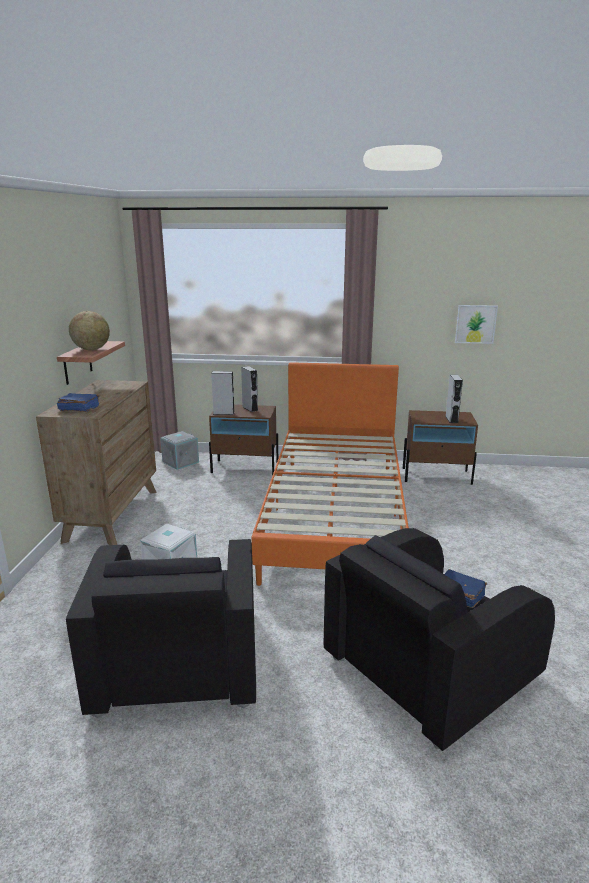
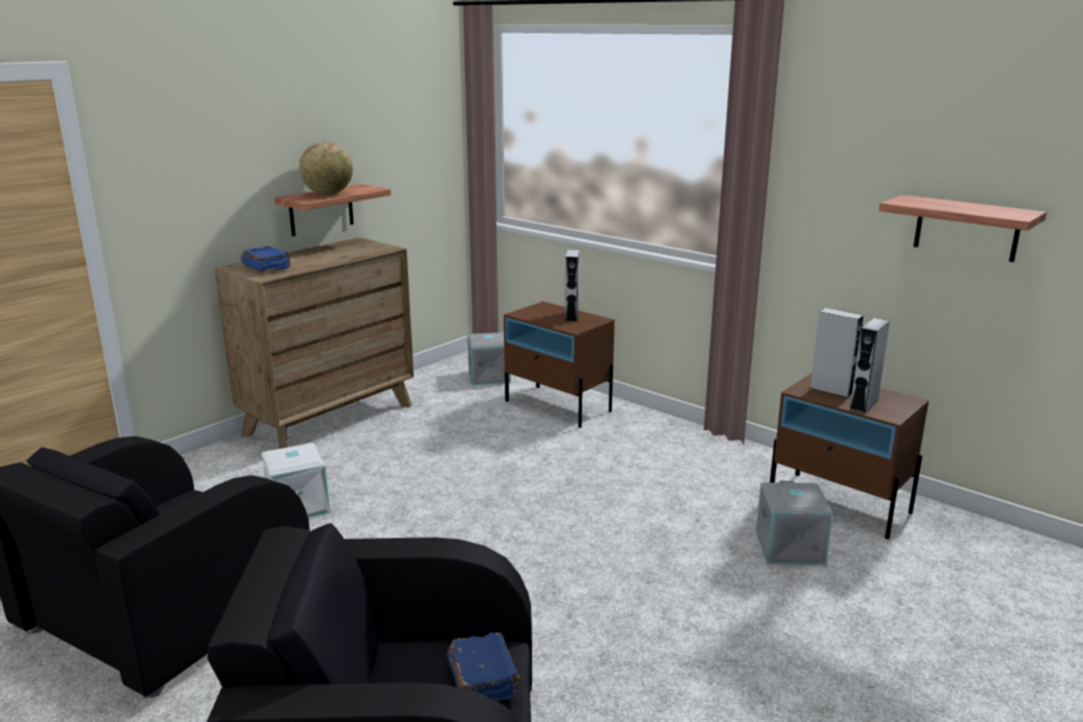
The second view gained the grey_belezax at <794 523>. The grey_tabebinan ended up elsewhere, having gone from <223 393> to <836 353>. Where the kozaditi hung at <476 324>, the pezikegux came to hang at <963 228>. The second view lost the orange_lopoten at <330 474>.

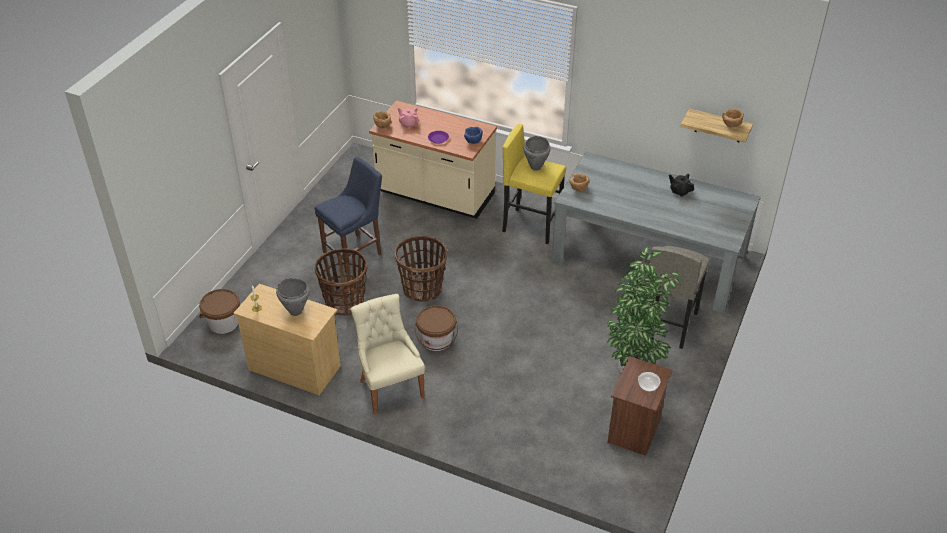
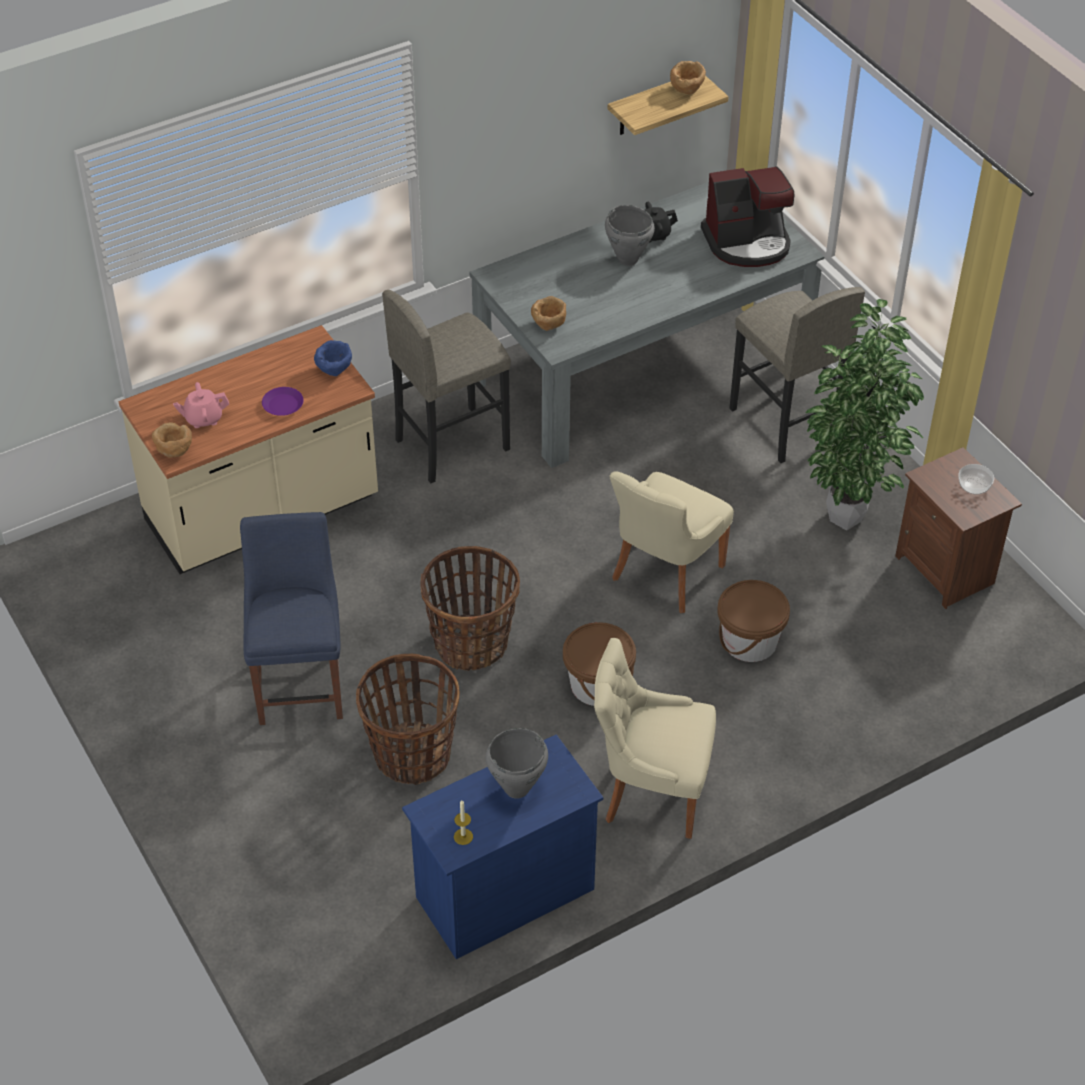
What was the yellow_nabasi at <534 184> turned into the grey_nabasi at <446 386>. What was the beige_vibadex at <287 339> turned into the blue_vibadex at <502 846>. The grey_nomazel ended up elsewhere, having gone from <537 153> to <630 235>. The second view gained the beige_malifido at <671 542>. The second view gained the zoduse at <747 216>. The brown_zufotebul ended up elsewhere, having gone from <219 311> to <753 621>.

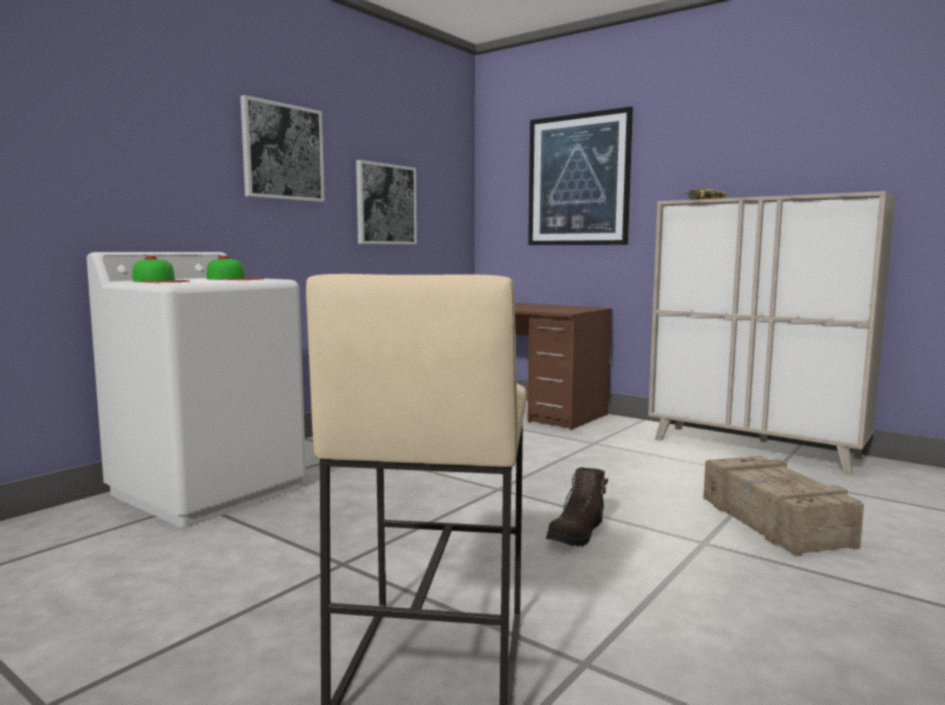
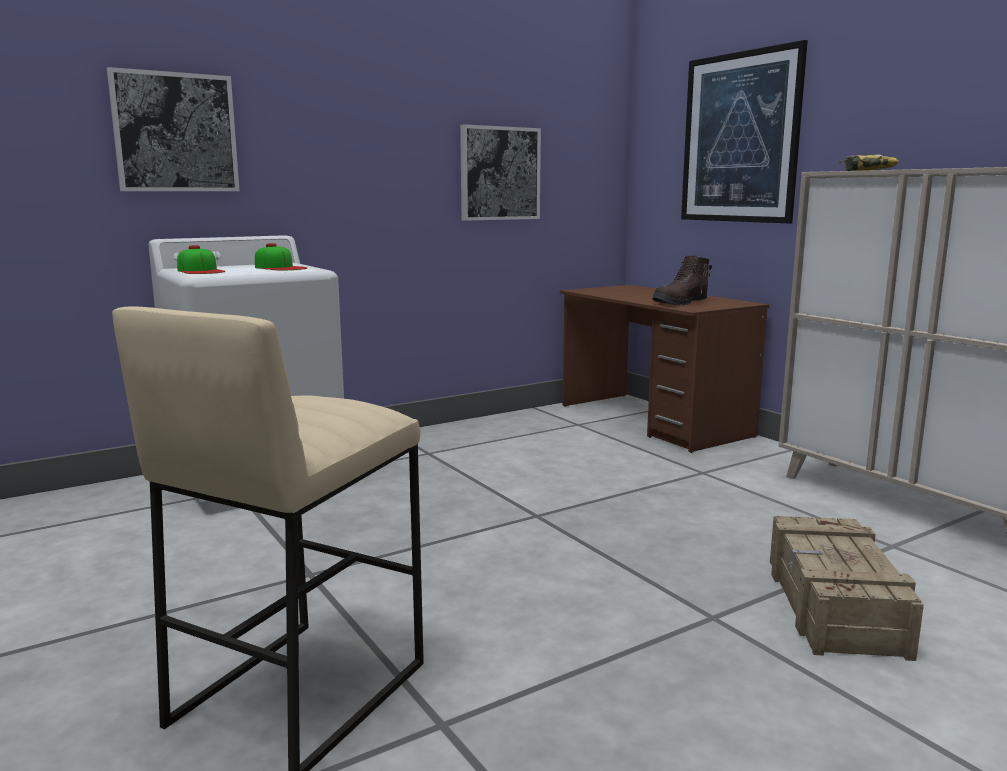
The kozaditi ended up elsewhere, having gone from <282 148> to <173 129>. The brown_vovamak ended up elsewhere, having gone from <577 507> to <682 280>.

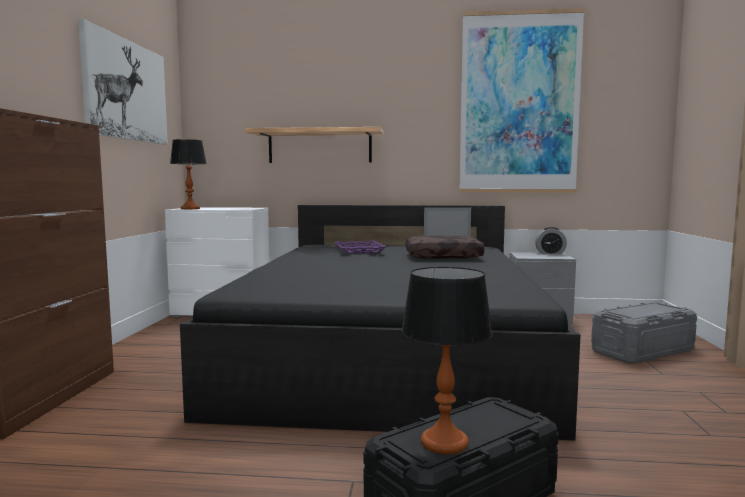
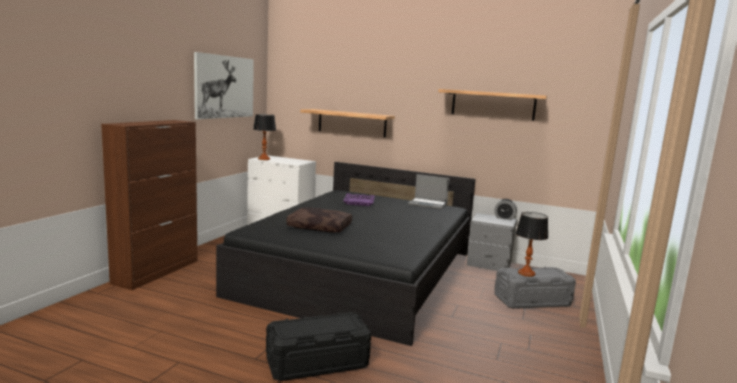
The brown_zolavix ended up elsewhere, having gone from <445 247> to <319 220>. Where the kozaditi hung at <522 100>, the pezikegux came to hang at <492 104>. The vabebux ended up elsewhere, having gone from <447 360> to <532 244>.

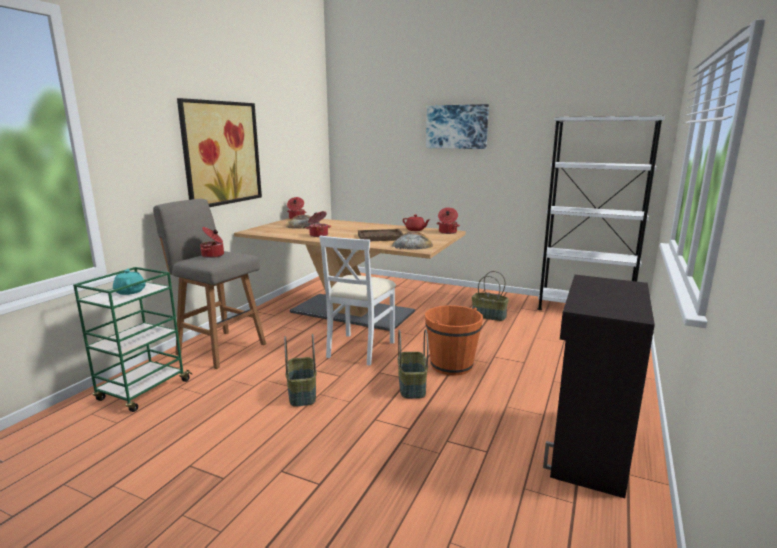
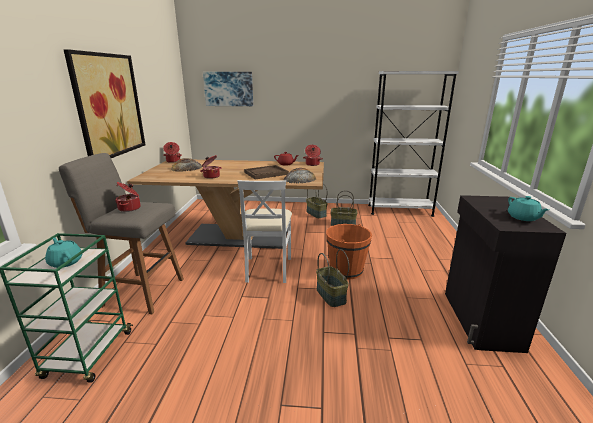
The kozaditi ended up elsewhere, having gone from <457 126> to <228 89>. The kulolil ended up elsewhere, having gone from <300 370> to <317 201>. The second view gained the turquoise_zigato at <528 208>.

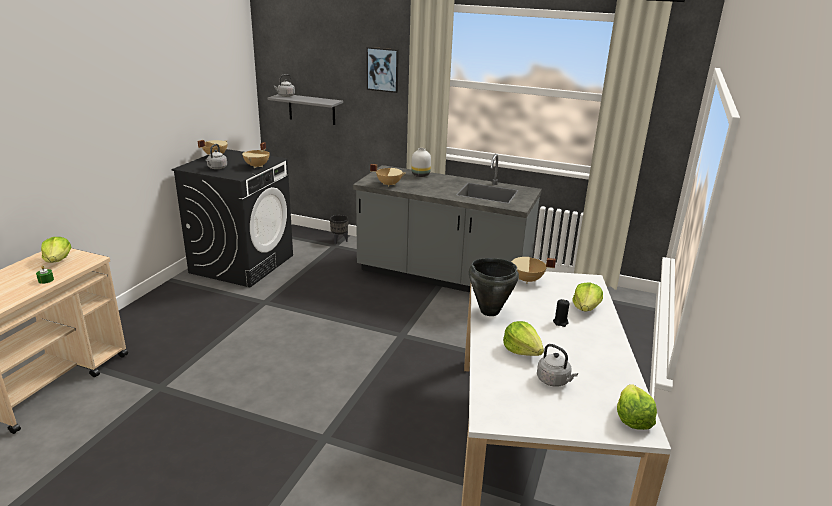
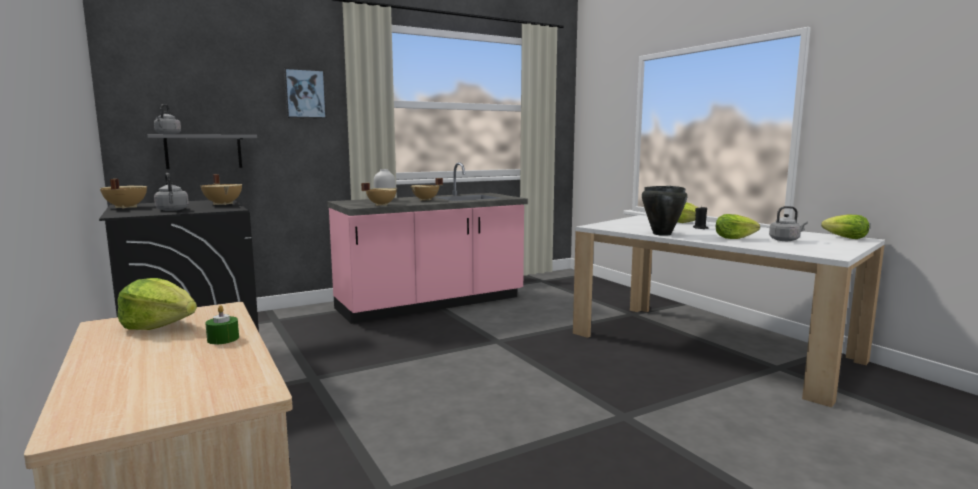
What was the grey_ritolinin at <447 223> turned into the pink_ritolinin at <427 243>. The beige_nomazel ended up elsewhere, having gone from <533 270> to <427 189>. The second view lost the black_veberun at <339 229>.

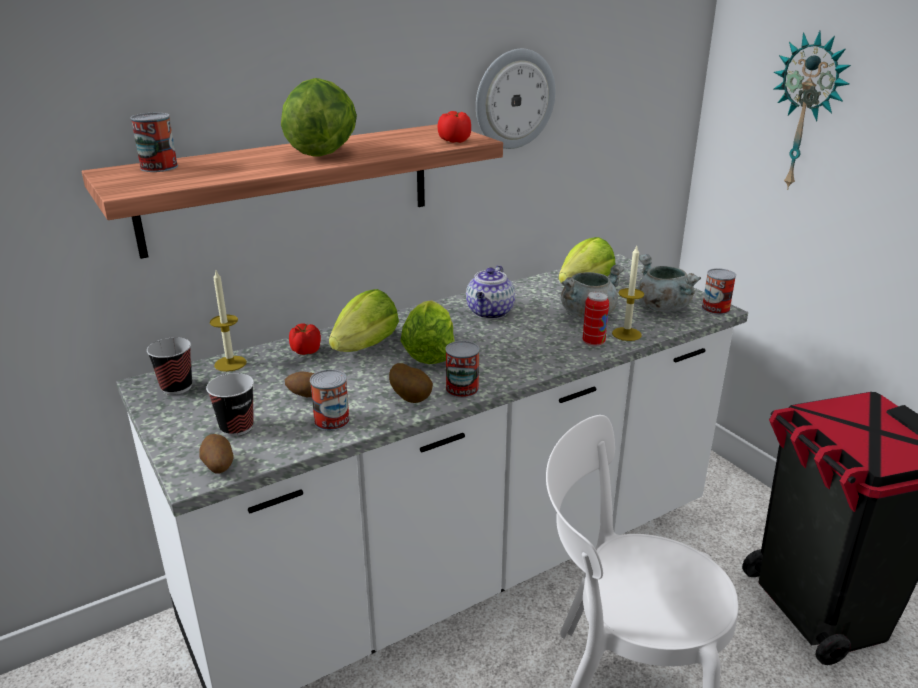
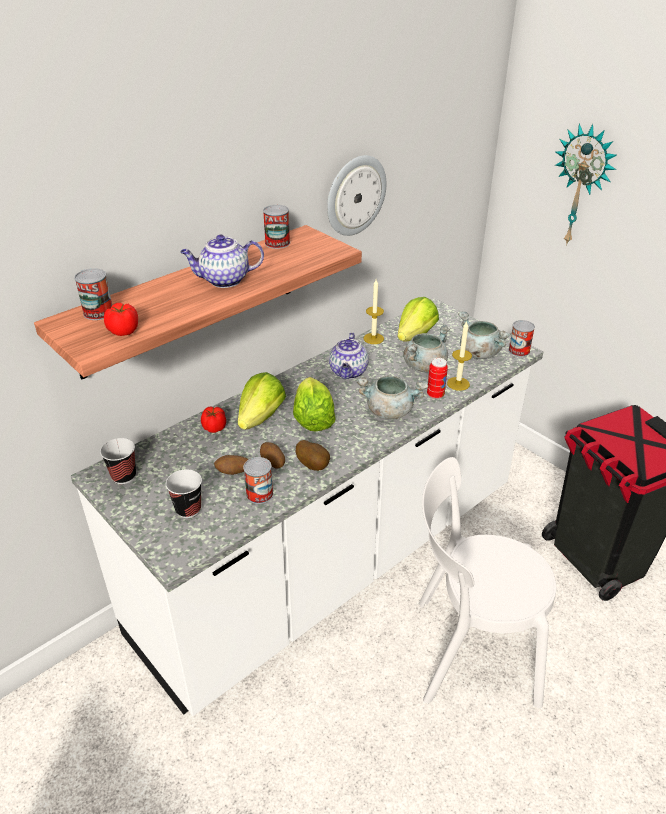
The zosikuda ended up elsewhere, having gone from <454 127> to <121 319>. Where the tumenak stood at <319 117>, the zigato came to stand at <222 261>. The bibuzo ended up elsewhere, having gone from <216 453> to <272 455>. The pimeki ended up elsewhere, having gone from <462 369> to <276 227>. The second view gained the grey_nomazel at <392 397>. The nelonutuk ended up elsewhere, having gone from <228 321> to <374 311>.

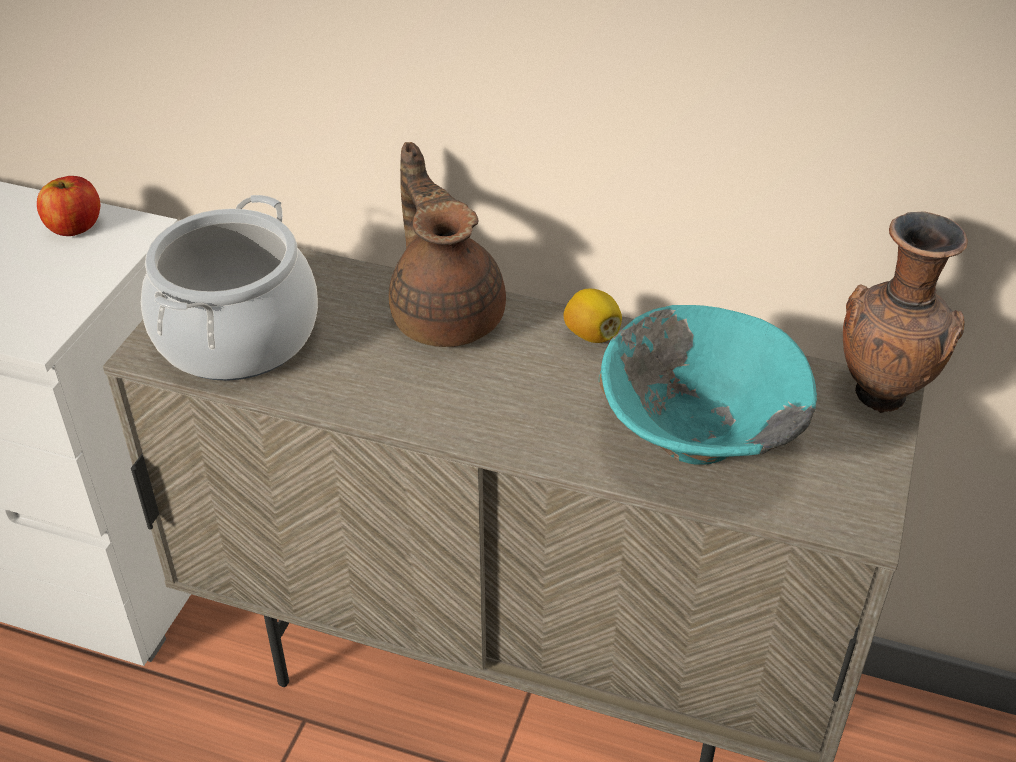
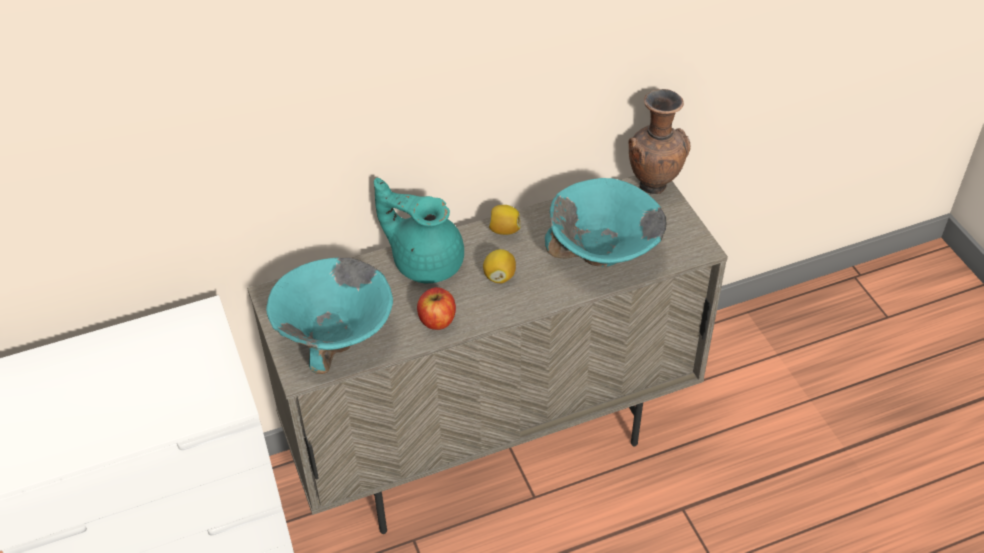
Where the nomazel stood at <229 288>, the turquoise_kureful came to stand at <329 316>. What was the brown_zigato at <447 244> turned into the turquoise_zigato at <419 230>. The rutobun ended up elsewhere, having gone from <69 206> to <436 308>. The second view gained the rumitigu at <499 266>.

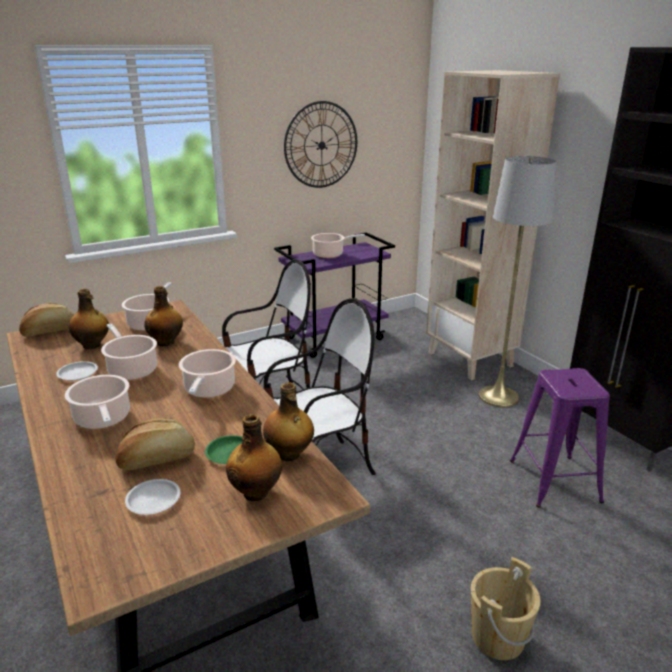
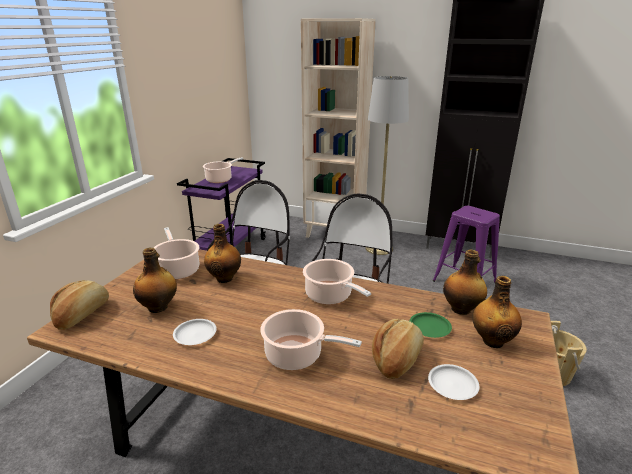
The second view lost the nomazel at <129 352>. The second view lost the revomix at <320 144>.

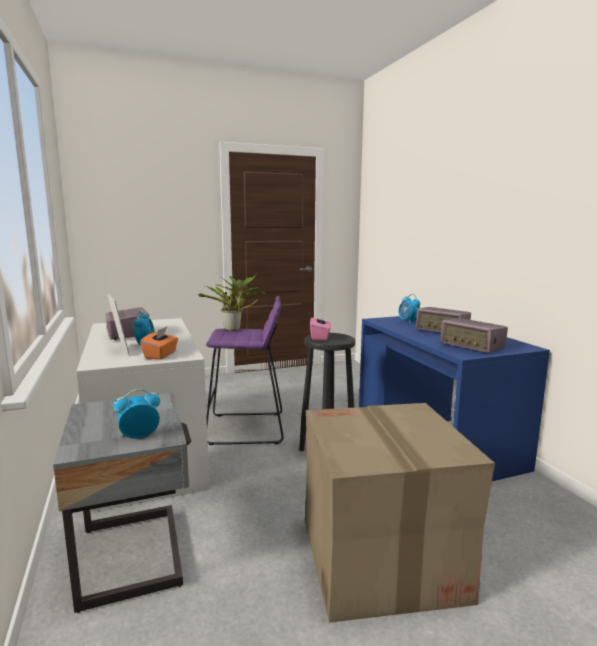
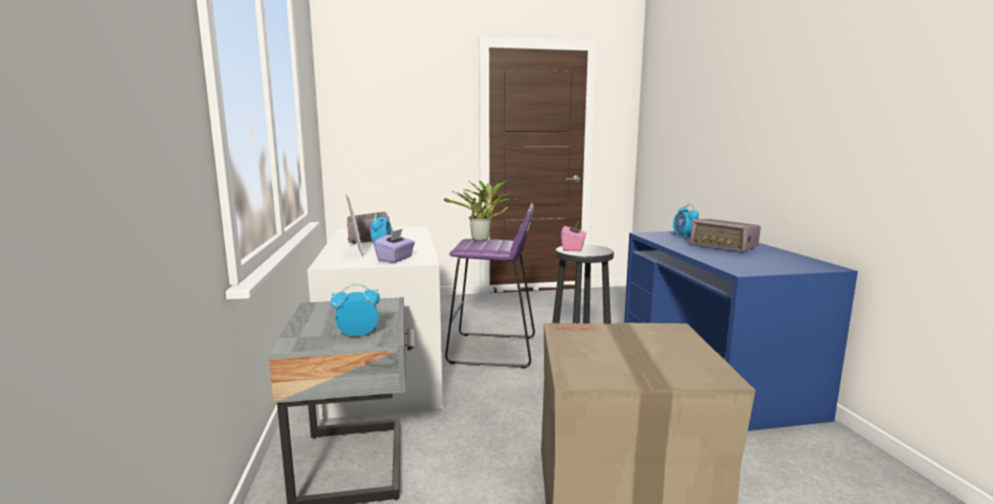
What was the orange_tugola at <159 343> turned into the purple_tugola at <394 246>. The second view lost the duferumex at <474 335>.

